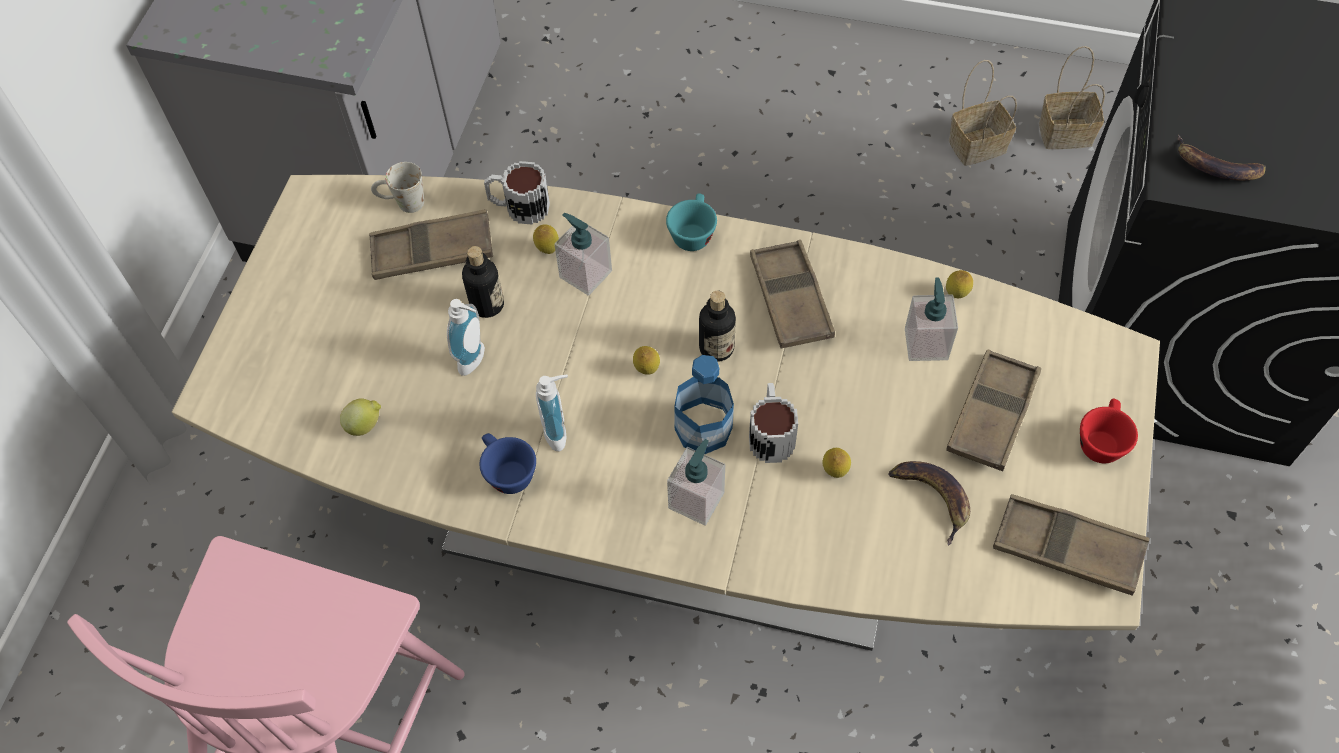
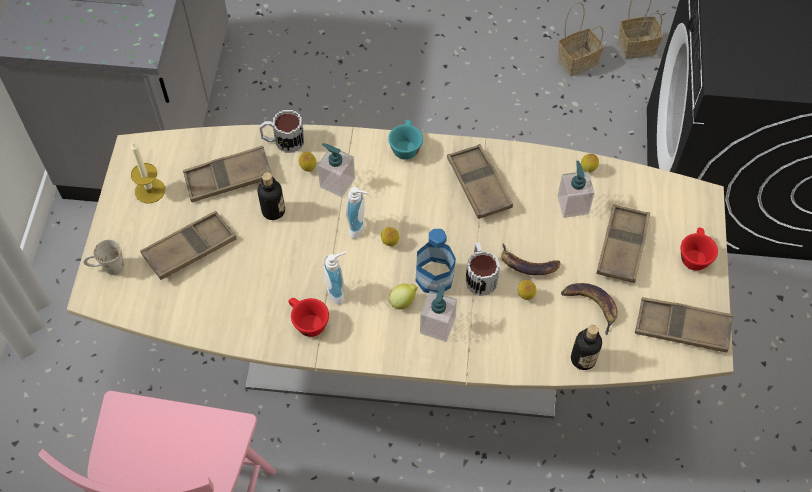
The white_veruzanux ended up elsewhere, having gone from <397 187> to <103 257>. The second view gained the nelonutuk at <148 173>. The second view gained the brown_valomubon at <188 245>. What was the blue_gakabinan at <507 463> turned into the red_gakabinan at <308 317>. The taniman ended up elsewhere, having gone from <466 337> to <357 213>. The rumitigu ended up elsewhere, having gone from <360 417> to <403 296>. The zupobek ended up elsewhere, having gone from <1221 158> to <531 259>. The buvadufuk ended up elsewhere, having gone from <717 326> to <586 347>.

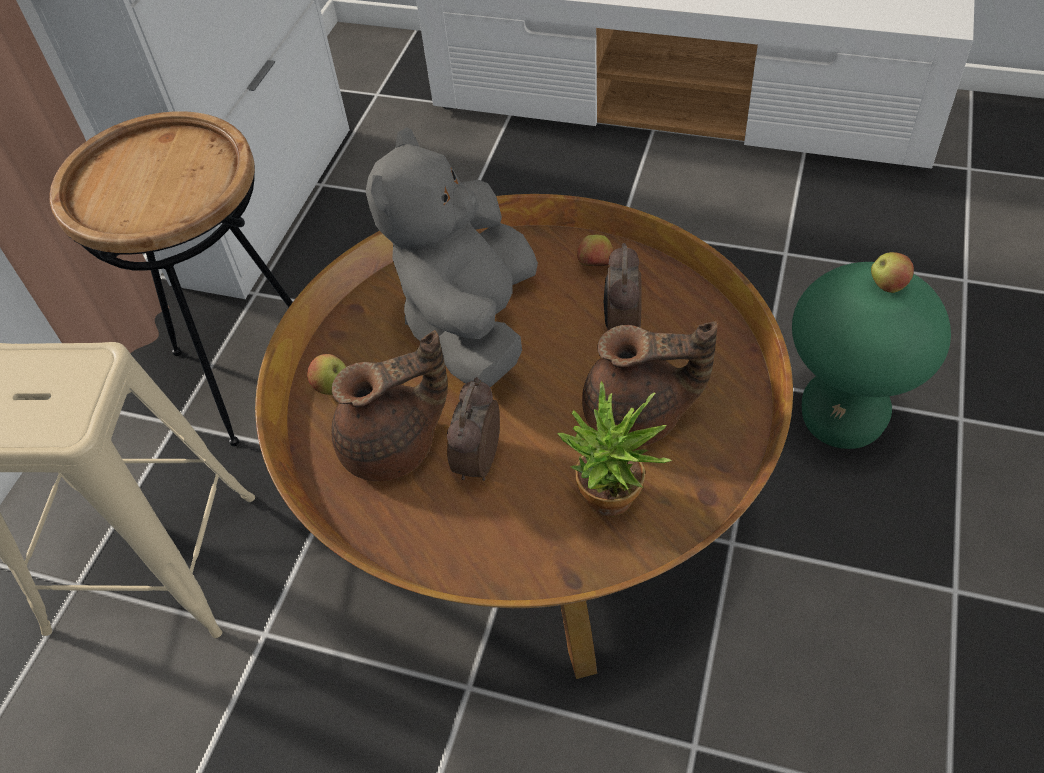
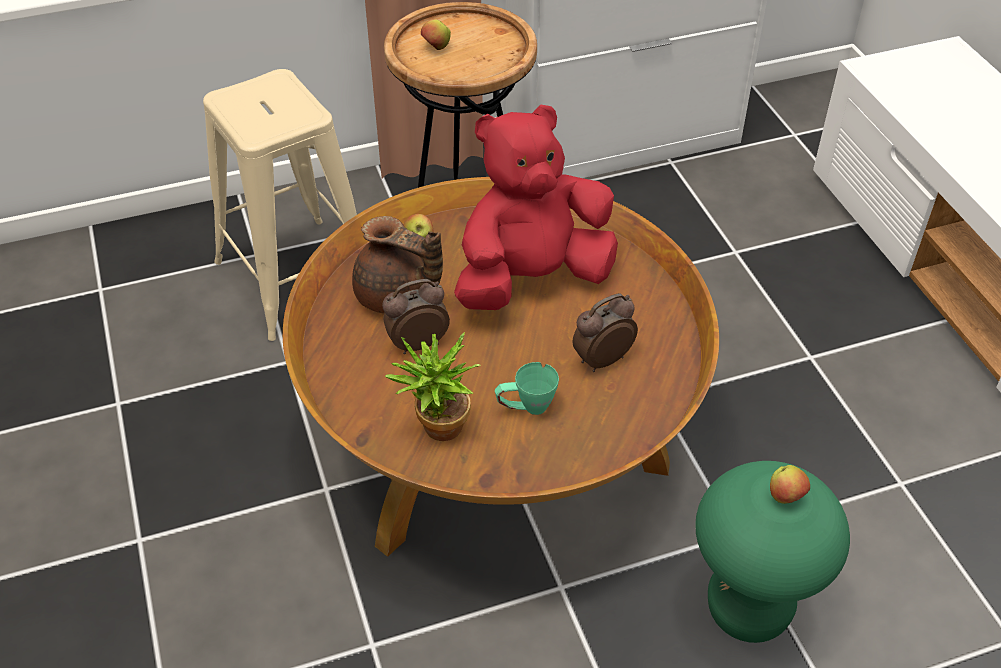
The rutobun ended up elsewhere, having gone from <595 250> to <436 34>. What was the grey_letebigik at <451 257> turned into the red_letebigik at <536 207>. Where the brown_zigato stood at <649 383>, the green_veruzanux came to stand at <527 388>.

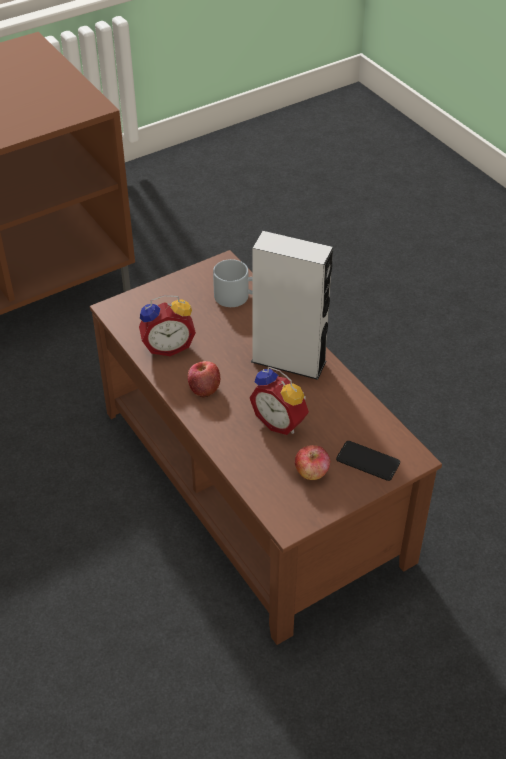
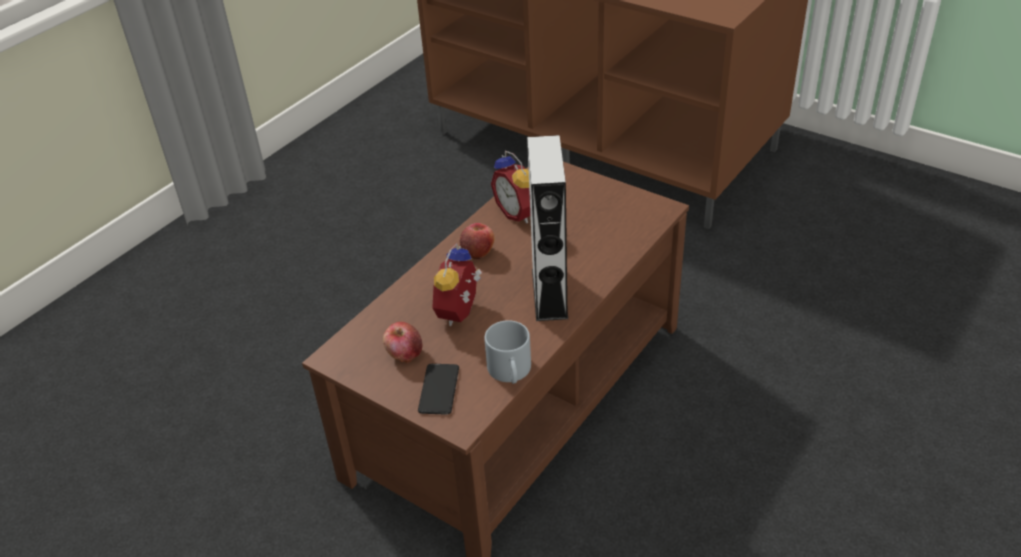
The grey_veruzanux ended up elsewhere, having gone from <232 283> to <507 352>.

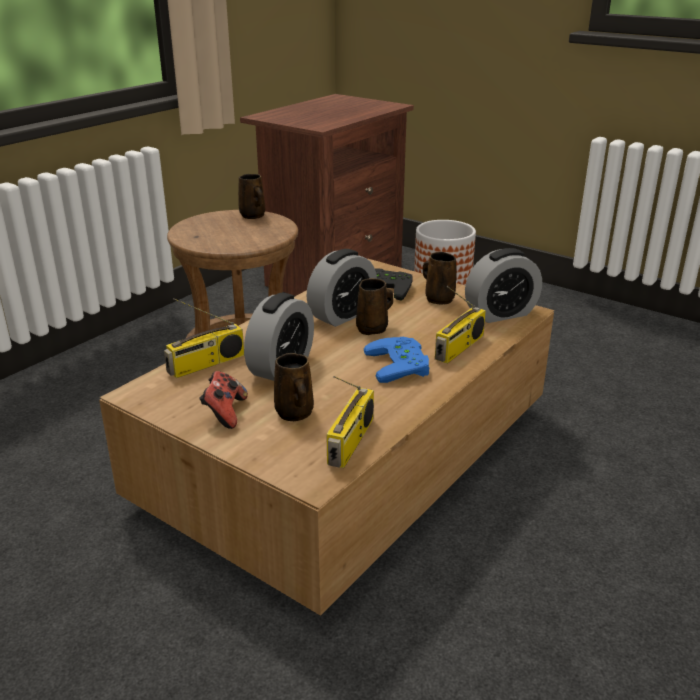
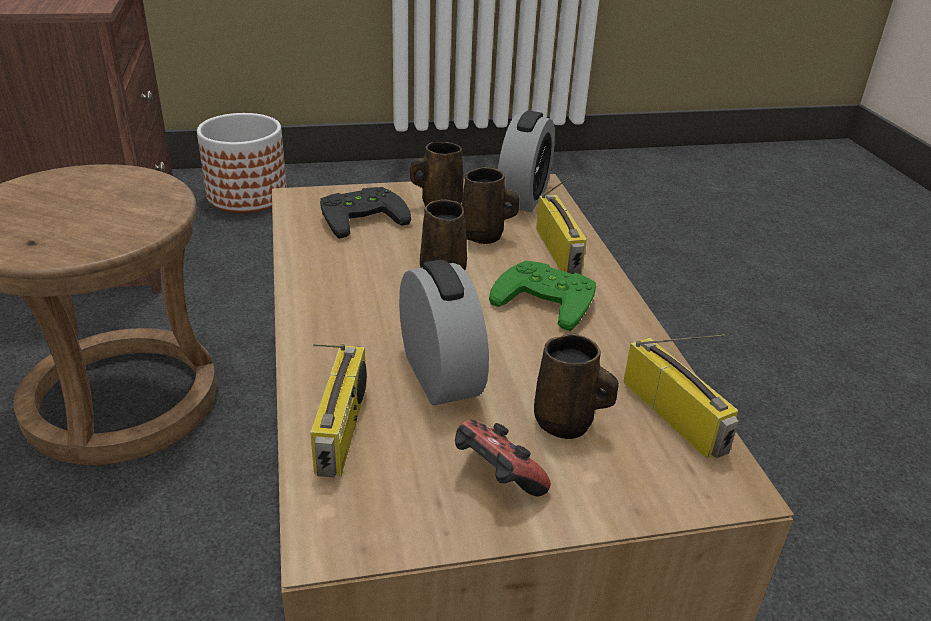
The brown_veruzanux ended up elsewhere, having gone from <251 196> to <490 205>. What was the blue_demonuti at <396 360> turned into the green_demonuti at <542 295>. The second view lost the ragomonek at <341 288>.

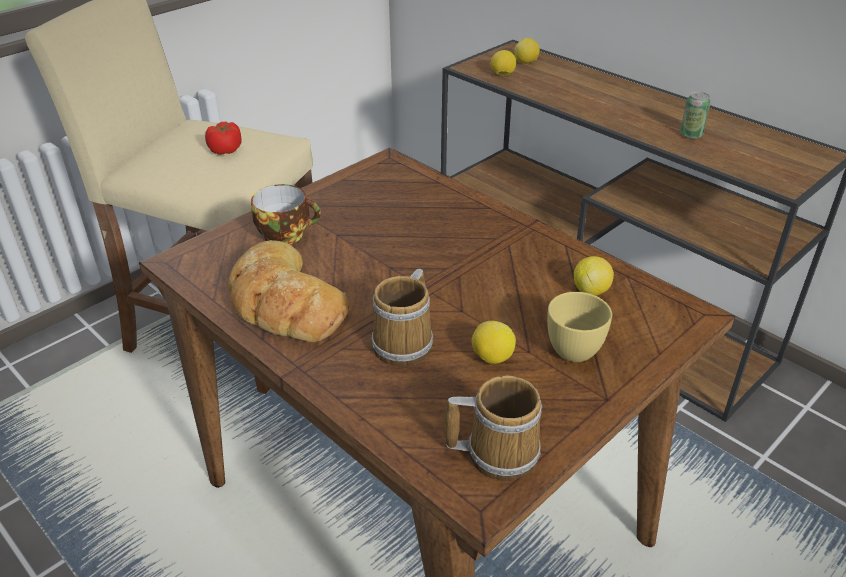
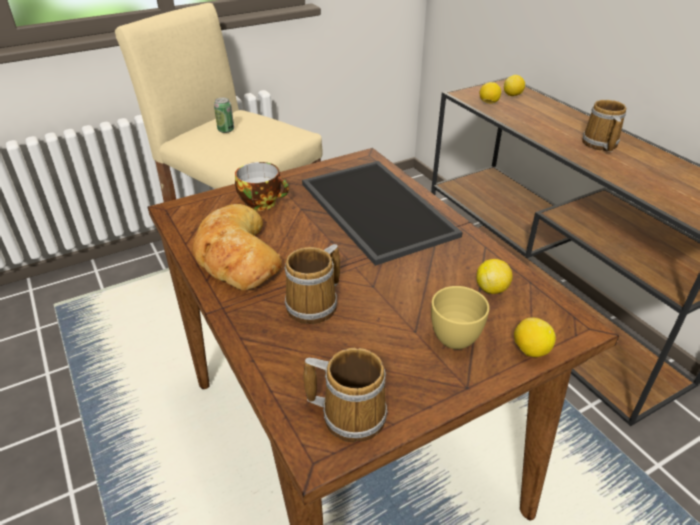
The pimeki ended up elsewhere, having gone from <695 115> to <224 115>. The second view gained the valomubon at <382 213>. The rumitigu ended up elsewhere, having gone from <494 342> to <535 337>. The second view gained the veruzanux at <604 126>. The second view lost the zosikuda at <223 138>.

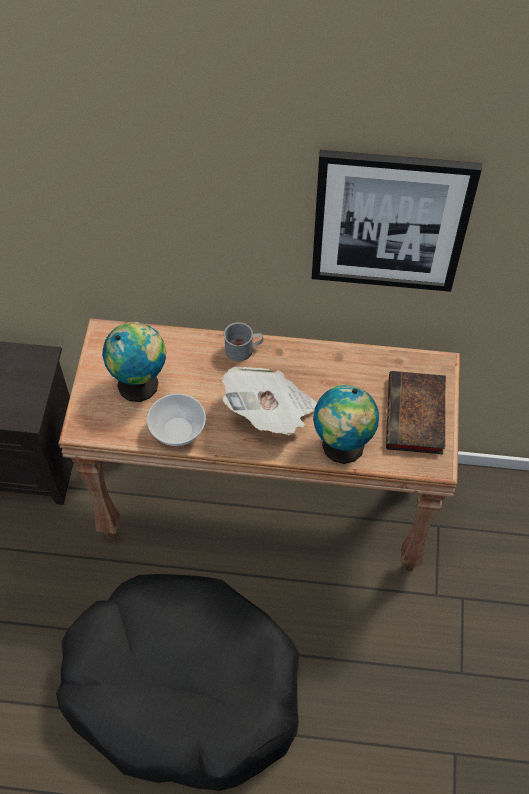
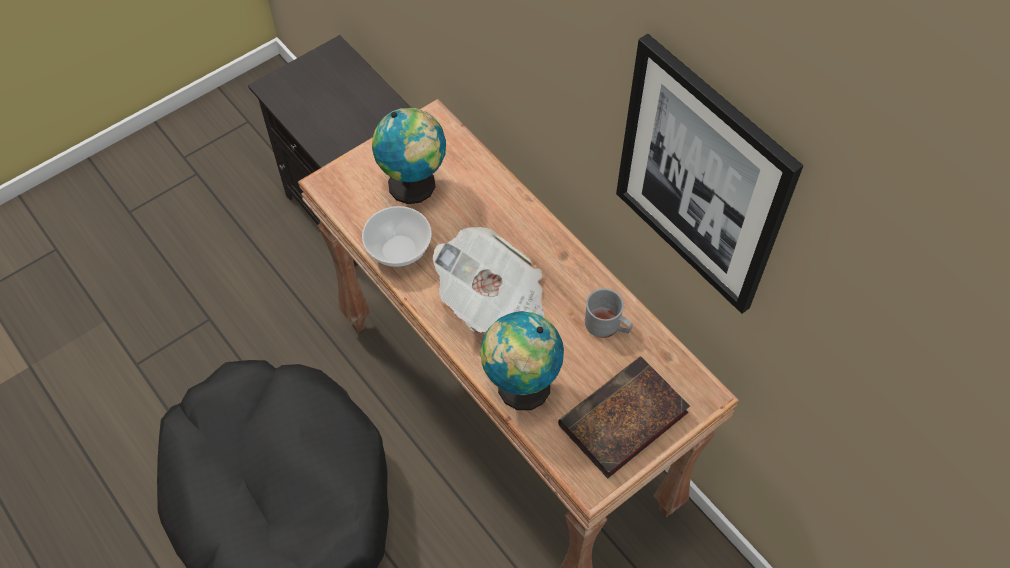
The grey_veruzanux ended up elsewhere, having gone from <243 341> to <609 313>.

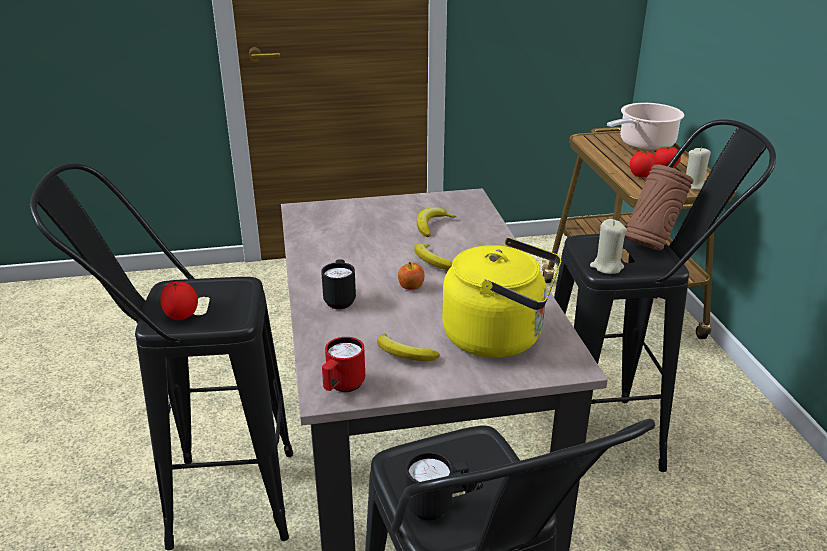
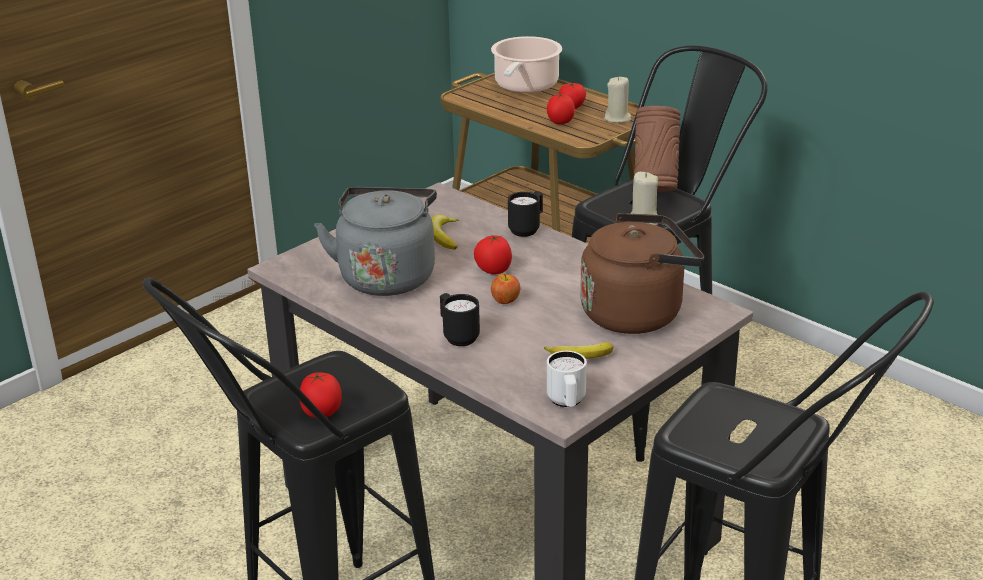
The second view gained the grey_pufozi at <375 241>. Where the zupobek stood at <433 256>, the zosikuda came to stand at <493 254>. The black_veruzanux ended up elsewhere, having gone from <437 485> to <525 214>. What was the red_veruzanux at <343 364> turned into the white_veruzanux at <567 379>. What was the yellow_pufozi at <501 298> turned into the brown_pufozi at <642 273>.

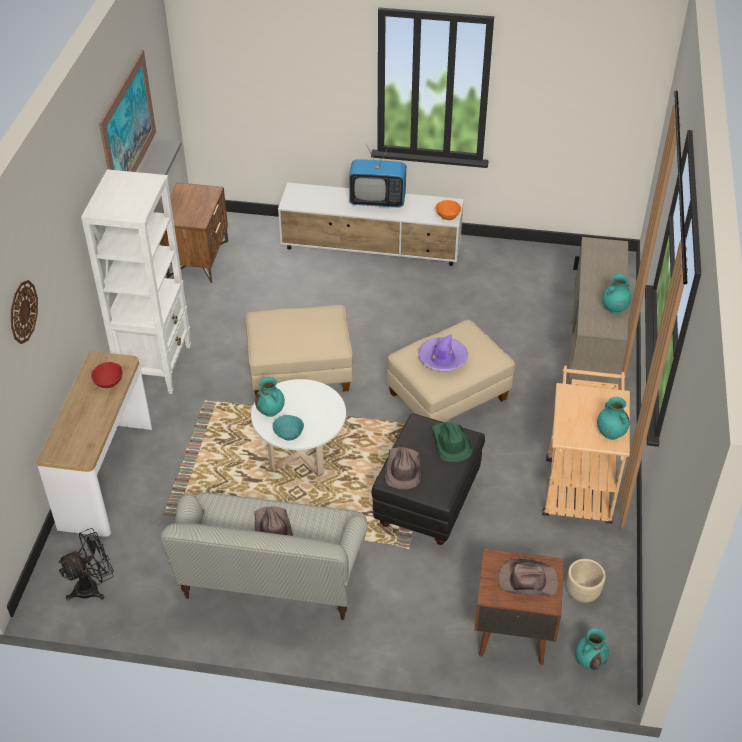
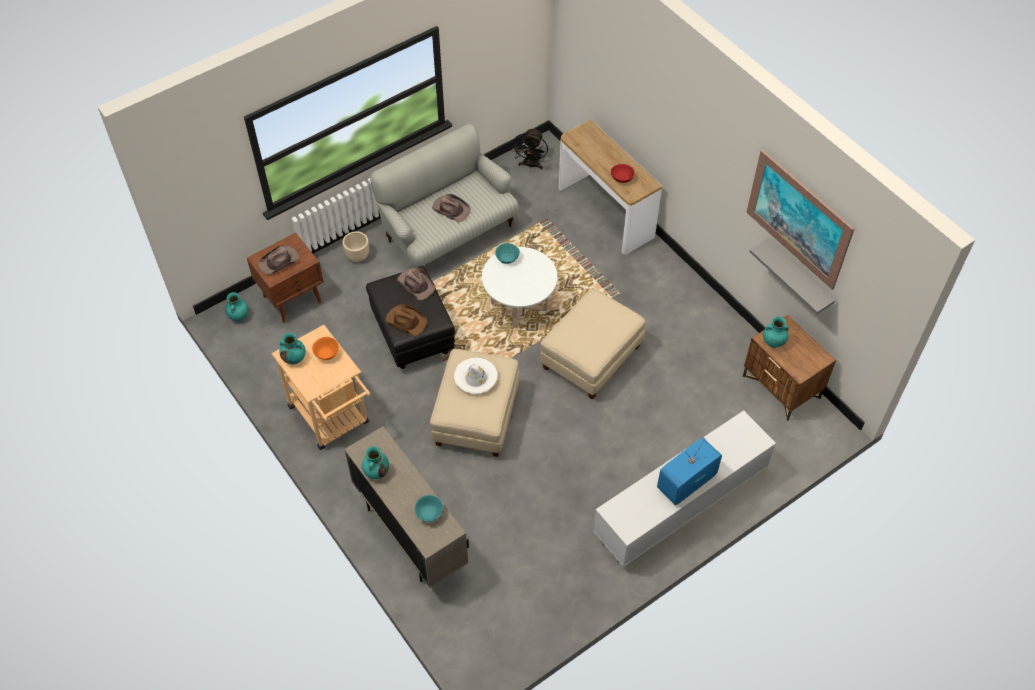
The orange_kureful ended up elsewhere, having gone from <448 210> to <325 348>. The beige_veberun ended up elsewhere, having gone from <586 581> to <356 246>. What was the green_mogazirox at <452 442> turned into the brown_mogazirox at <406 320>. The second view gained the turquoise_kureful at <428 508>. What was the purple_mogazirox at <443 352> turned into the white_mogazirox at <476 375>. The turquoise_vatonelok ended up elsewhere, having gone from <270 397> to <776 332>. The second view lost the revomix at <24 312>. The second view lost the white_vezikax at <136 281>.

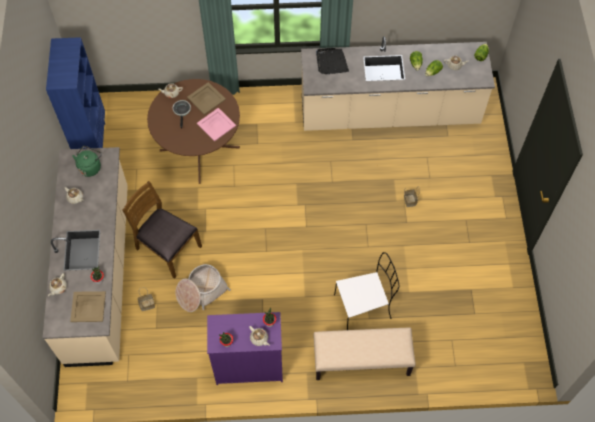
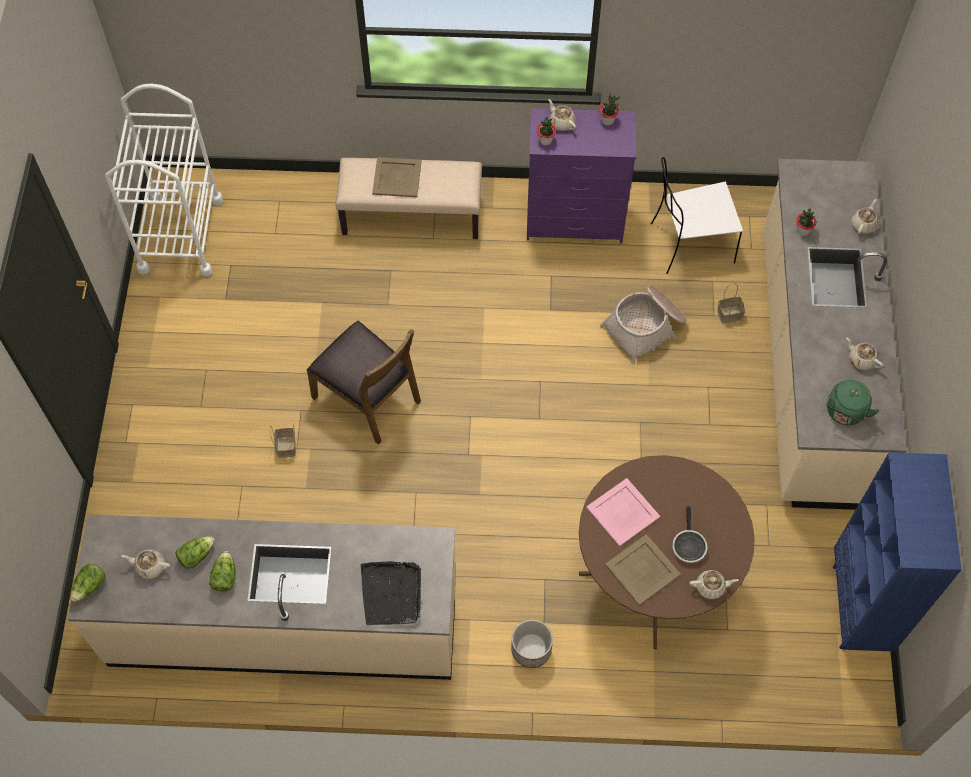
The second view gained the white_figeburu at <164 180>. The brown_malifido ended up elsewhere, having gone from <162 230> to <363 383>. The beige_valomubon ended up elsewhere, having gone from <88 306> to <397 177>. The second view gained the veberun at <532 644>. The white_malifido ended up elsewhere, having gone from <367 291> to <697 215>.

